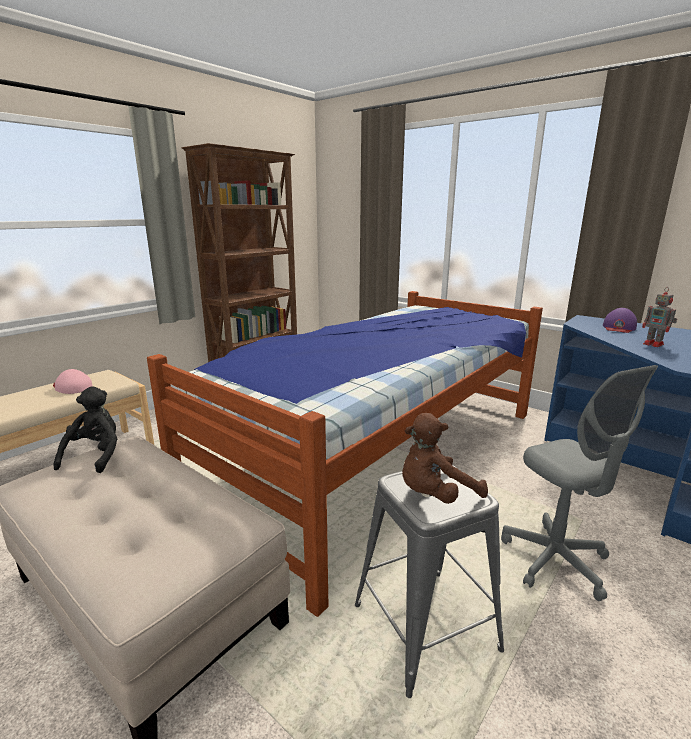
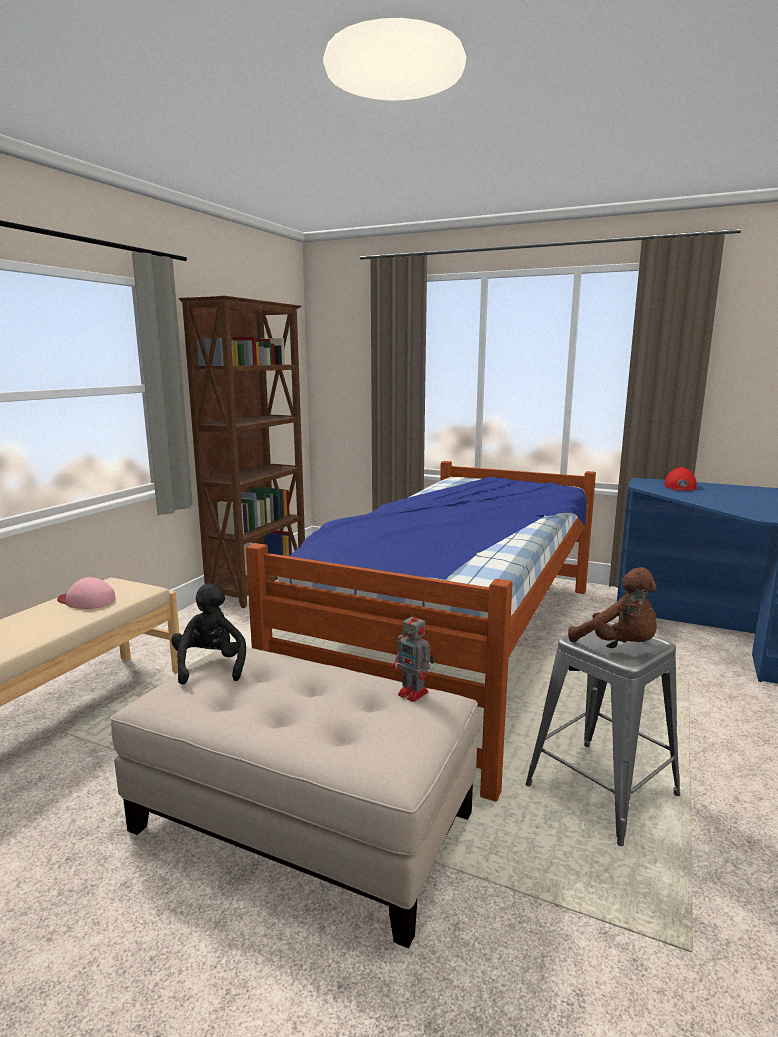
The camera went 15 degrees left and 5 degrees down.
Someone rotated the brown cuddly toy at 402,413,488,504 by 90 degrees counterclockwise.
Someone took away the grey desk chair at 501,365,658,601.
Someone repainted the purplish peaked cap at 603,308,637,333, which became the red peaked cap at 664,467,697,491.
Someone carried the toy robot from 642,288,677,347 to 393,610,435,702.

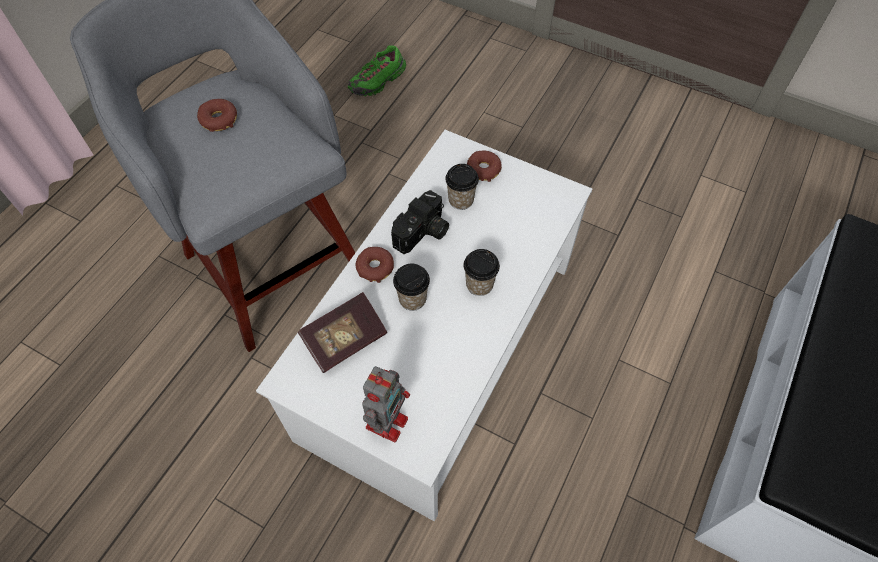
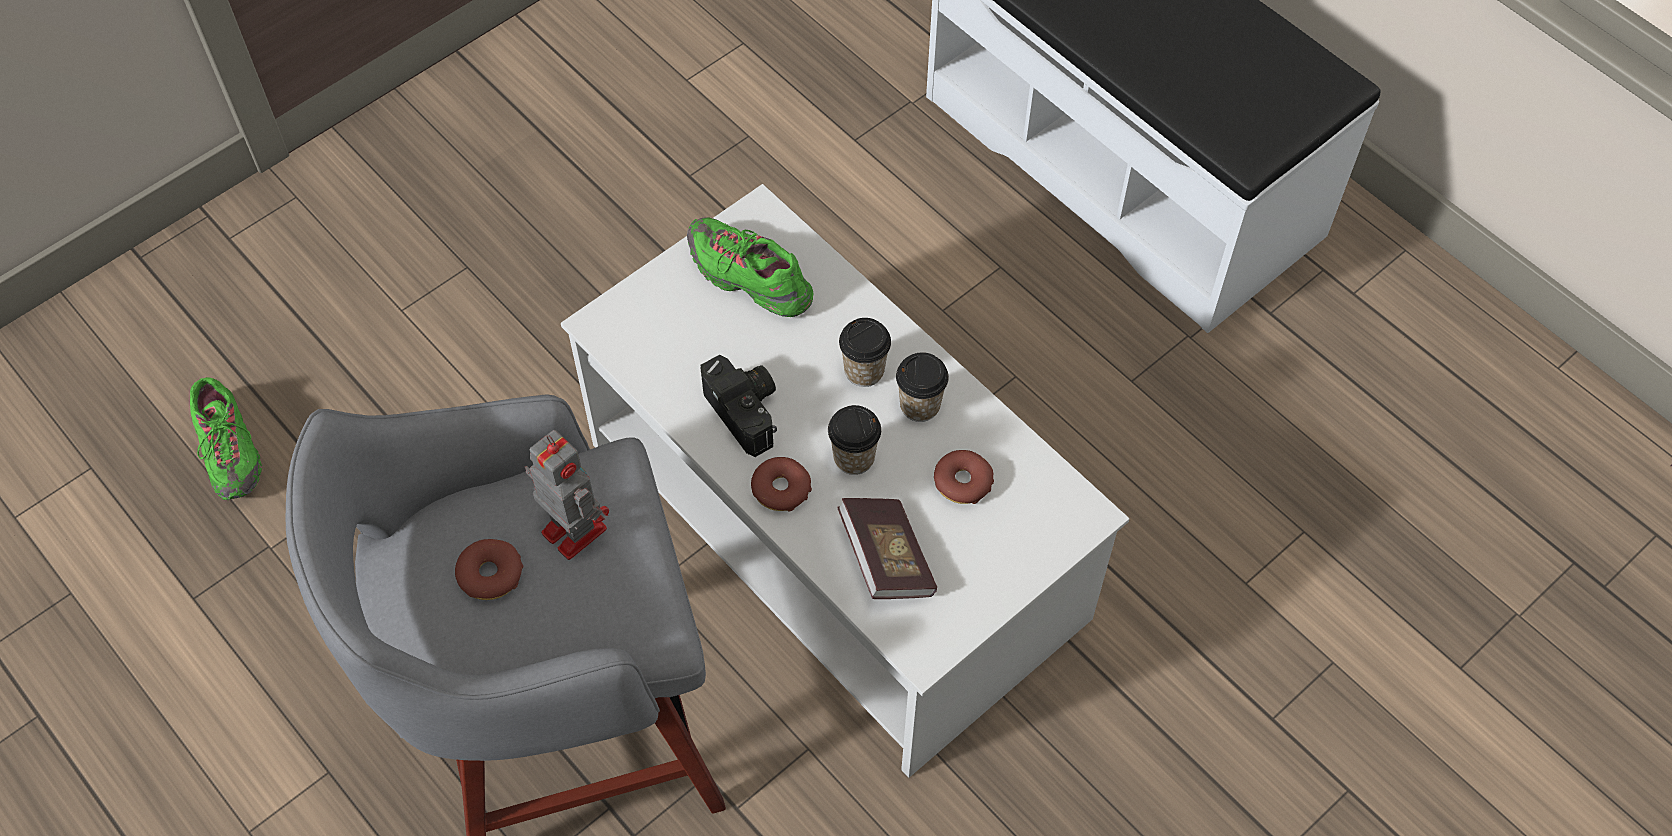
The camera went 70 degrees left and 0 degrees up.
Someone carried the toy robot from 362,366,410,442 to 525,430,609,560.
Someone carried the cup from 445,164,479,210 to 896,352,949,422.
Someone carried the donut from 467,151,502,182 to 934,450,994,504.
Someone put down the green low shoe at 687,217,813,317.

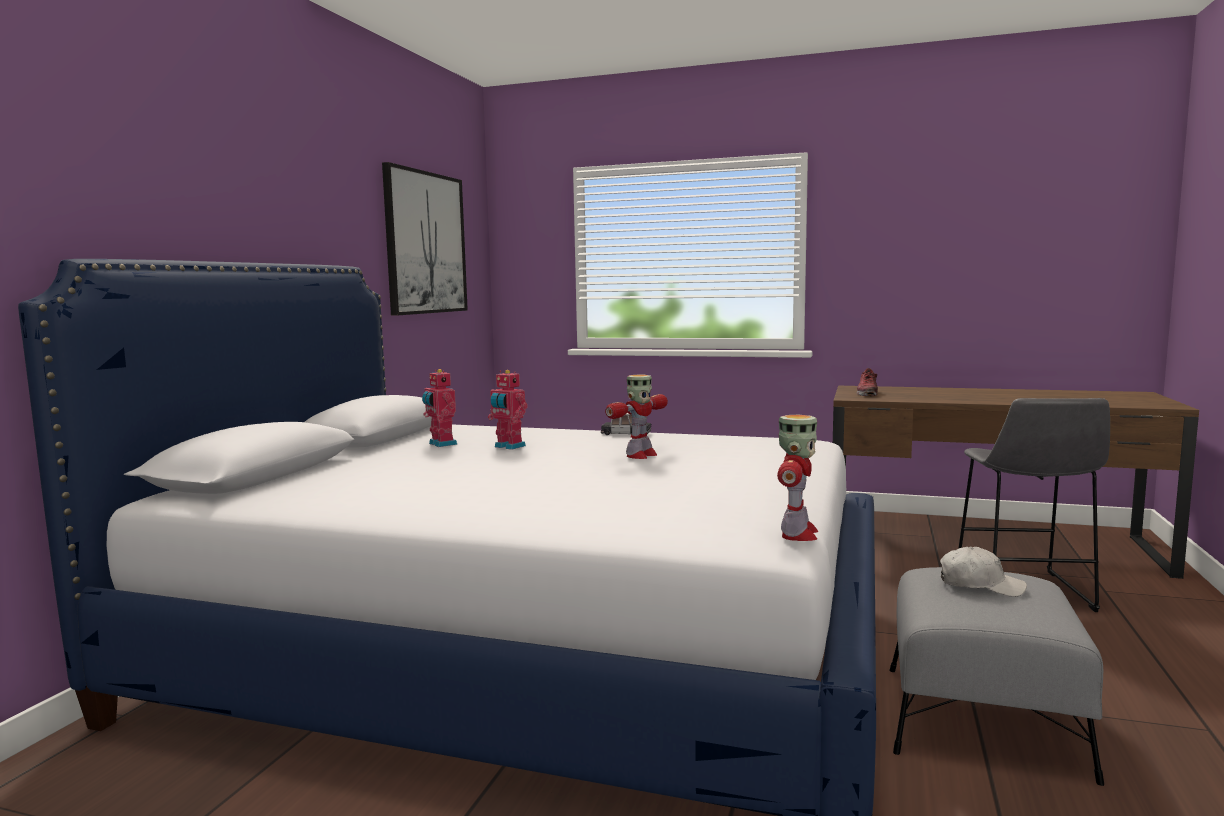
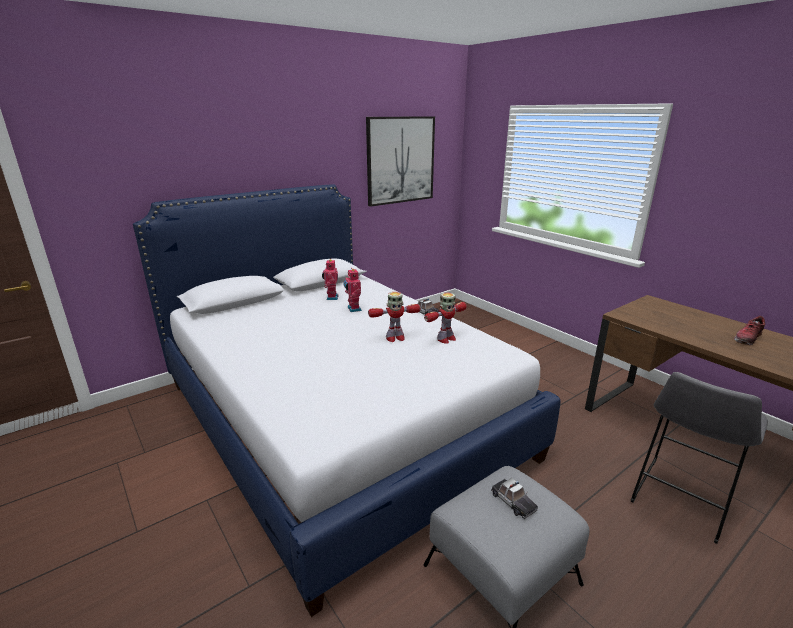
The camera went 35 degrees right and 15 degrees up.
Someone carried the toy robot from 777,415,818,541 to 424,293,467,344.
Someone carried the low shoe from 856,368,878,396 to 734,316,765,345.
Someone swapped the white peaked cap at 940,547,1027,597 for the model car at 491,478,538,519.

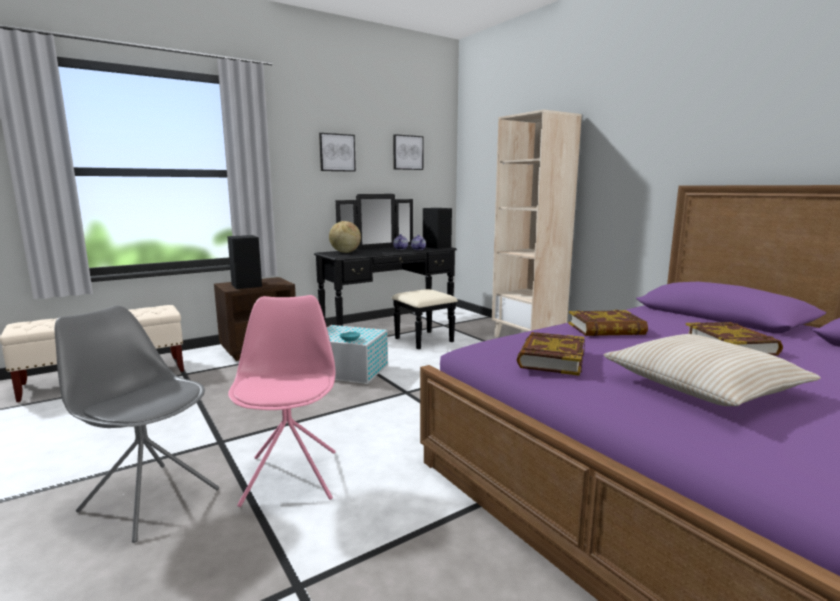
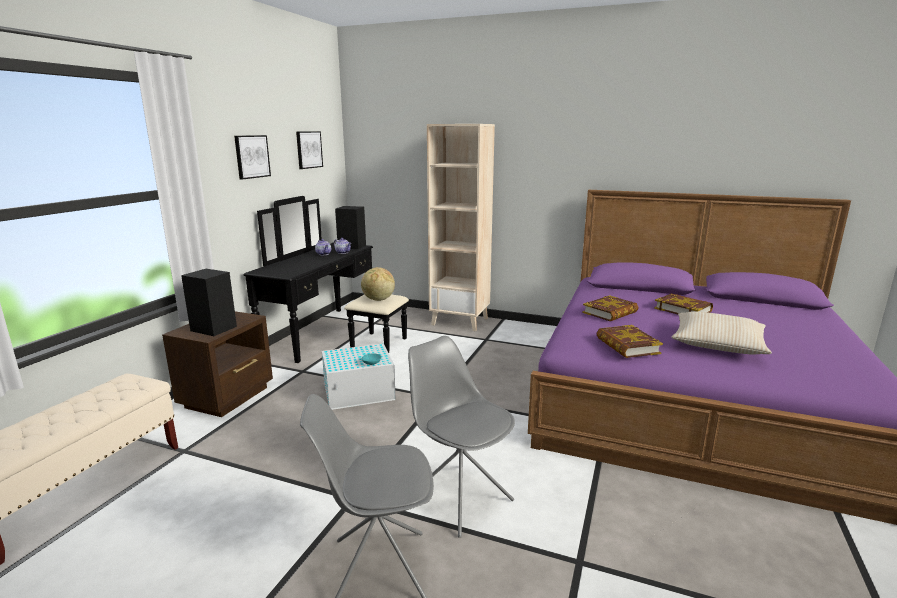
The camera went 35 degrees left and 5 degrees up.
Someone repainted the pink-coloured chair at 228,295,336,507, which became the grey chair at 408,336,515,538.
Someone carried the world globe from 329,221,361,253 to 361,267,395,301.

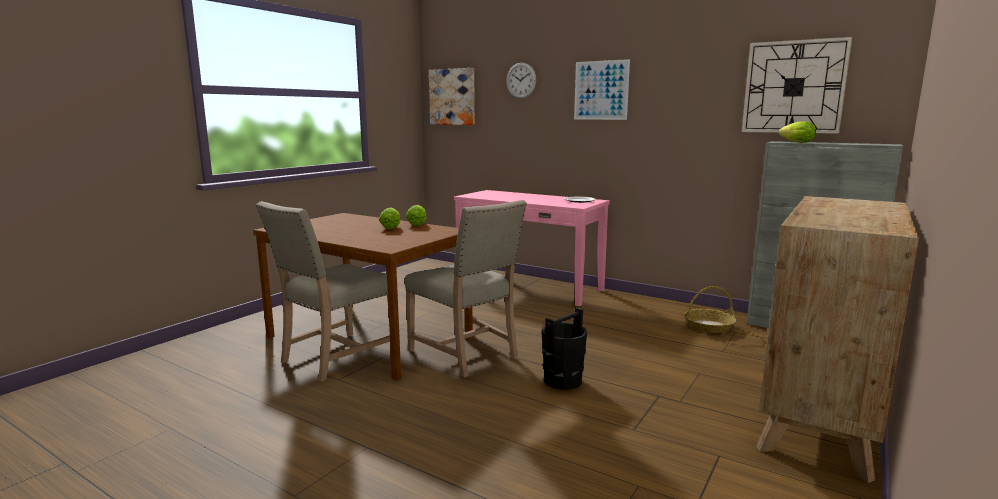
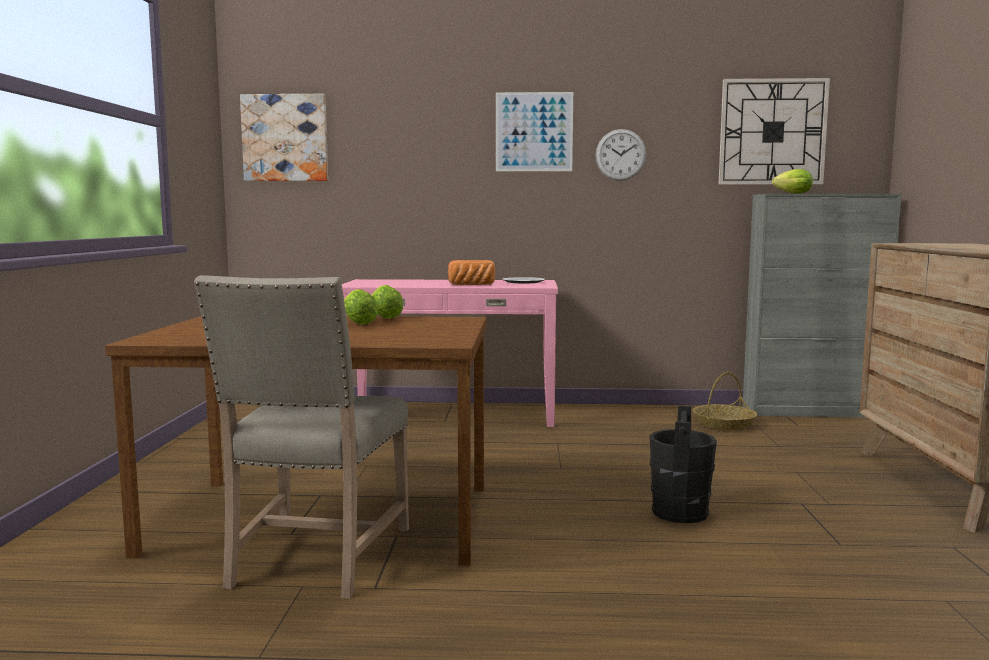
The camera went 30 degrees left and 5 degrees down.
Someone took away the sand-coloured chair at 405,200,527,378.
Someone carried the wall clock from 506,63,536,98 to 595,129,646,181.
Someone put down the bakery bread at 448,260,495,285.

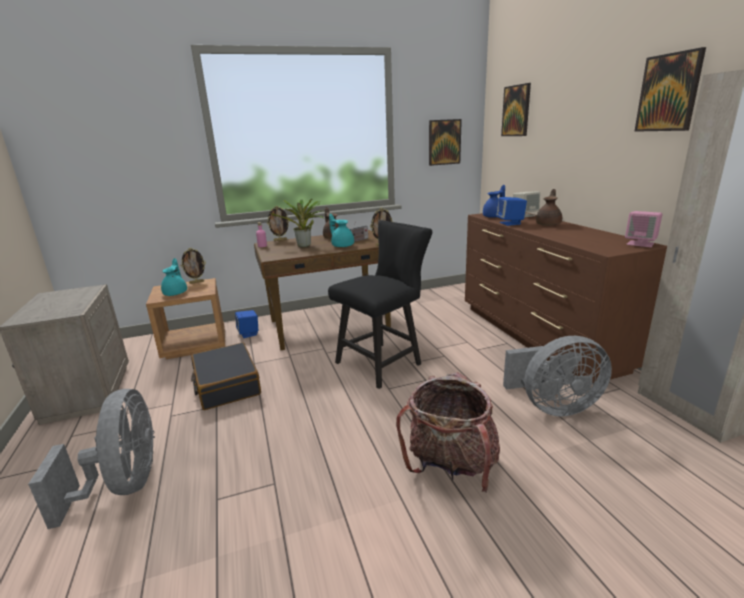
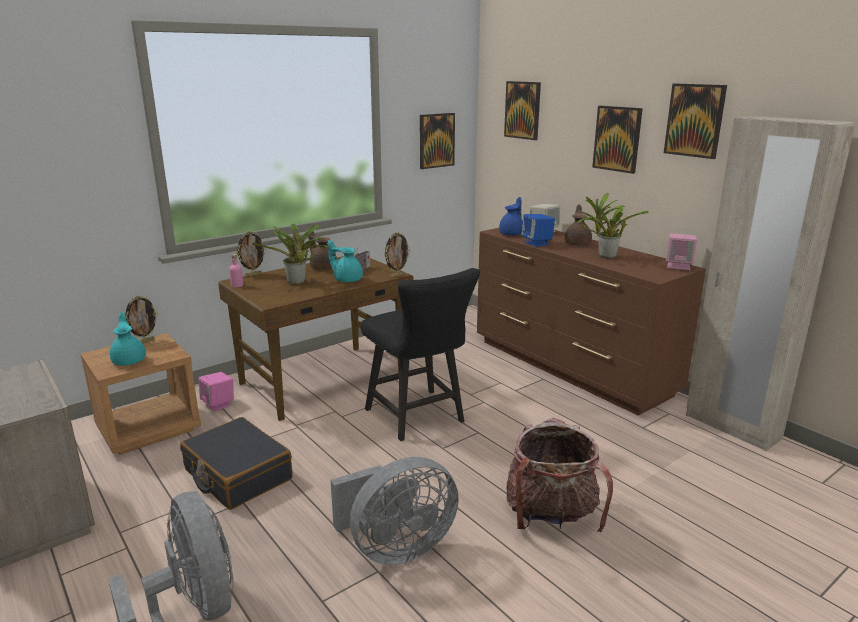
The camera went 20 degrees left and 0 degrees up.
Someone repainted the blue-coloured speaker at 235,310,258,338, which became the pink-coloured speaker at 199,372,234,411.
Someone rotated the black-coloured chair at 328,220,432,389 by 120 degrees clockwise.
Someone carried the grey electric fan from 503,336,612,417 to 330,457,459,565.
Someone put down the houseplant at 577,193,649,259.
Someone put up the wall picture at 592,106,643,174.

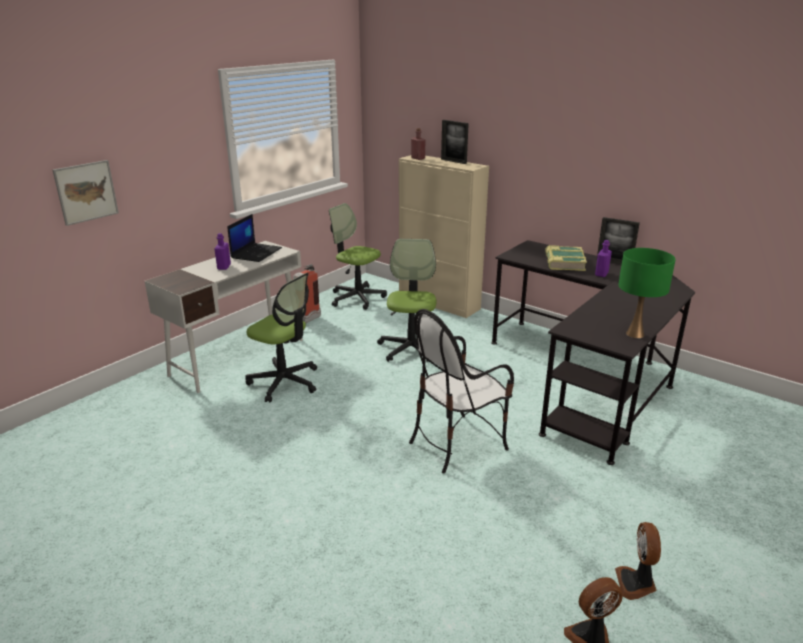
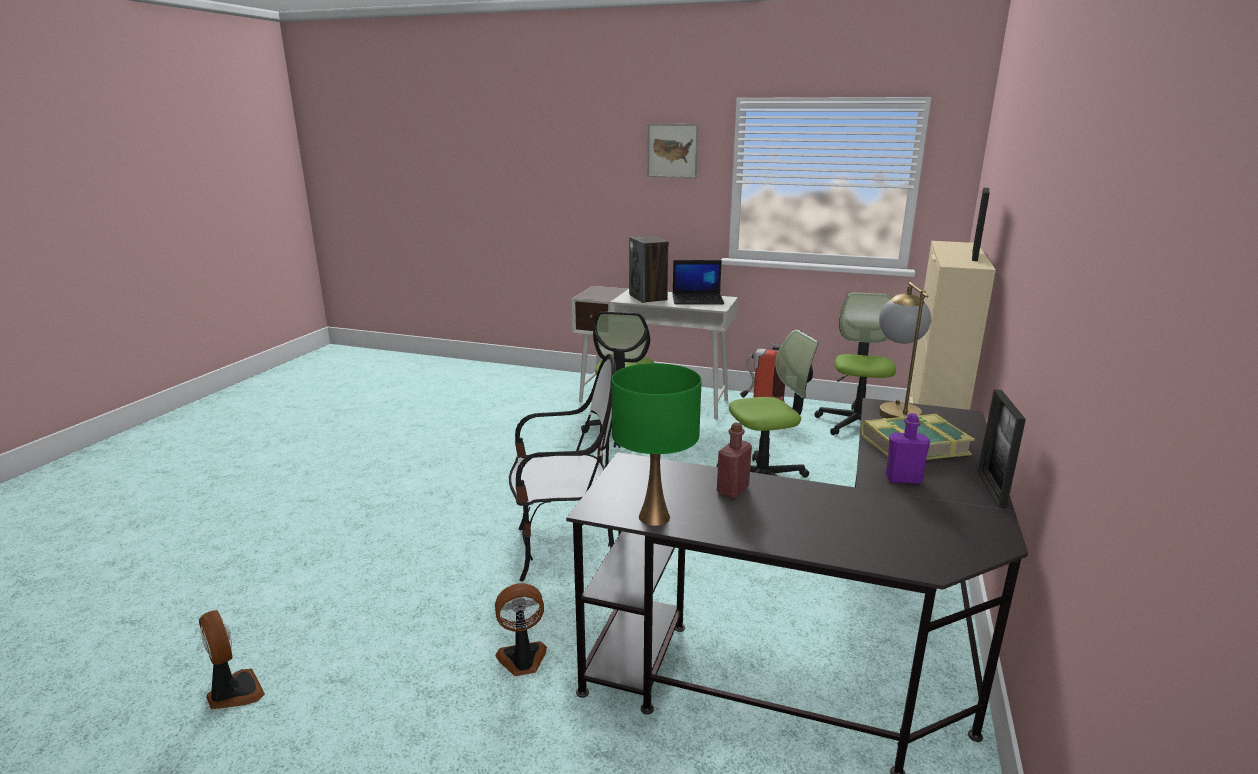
The camera went 70 degrees right and 5 degrees down.
Someone carried the wall picture from 53,160,119,226 to 647,124,699,178.
Someone swapped the purplish bottle at 214,233,231,270 for the speaker at 629,236,669,303.
Someone rotated the chair at 409,309,514,474 by 135 degrees clockwise.
Someone carried the red bottle from 411,128,426,160 to 717,422,752,498.
Someone carried the electric fan from 615,522,661,600 to 495,583,547,676.
Someone put down the lamp for a table at 879,282,931,418.

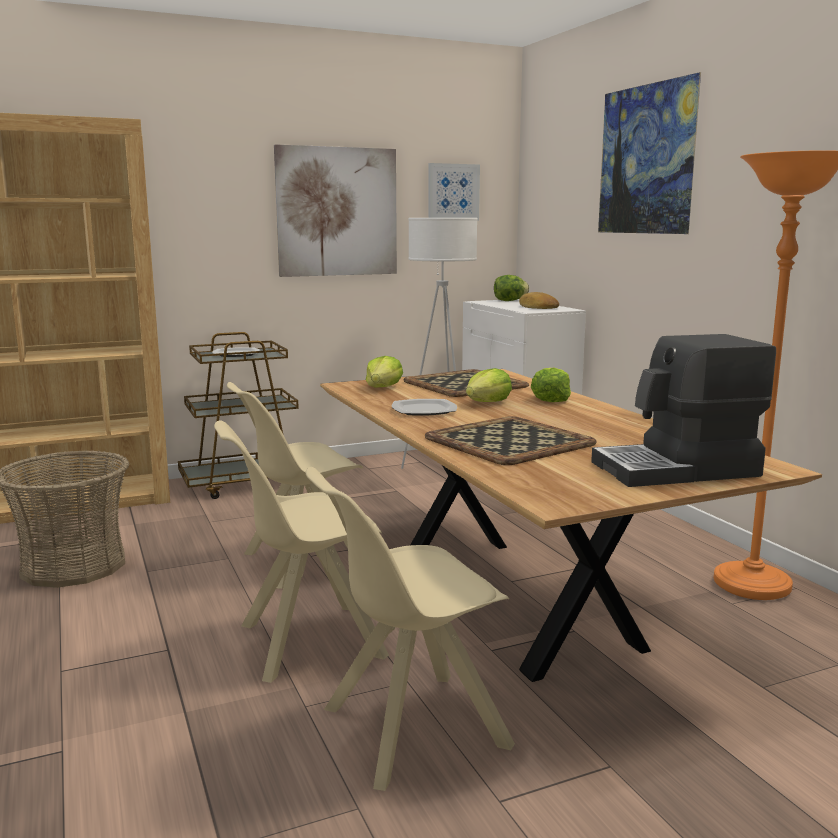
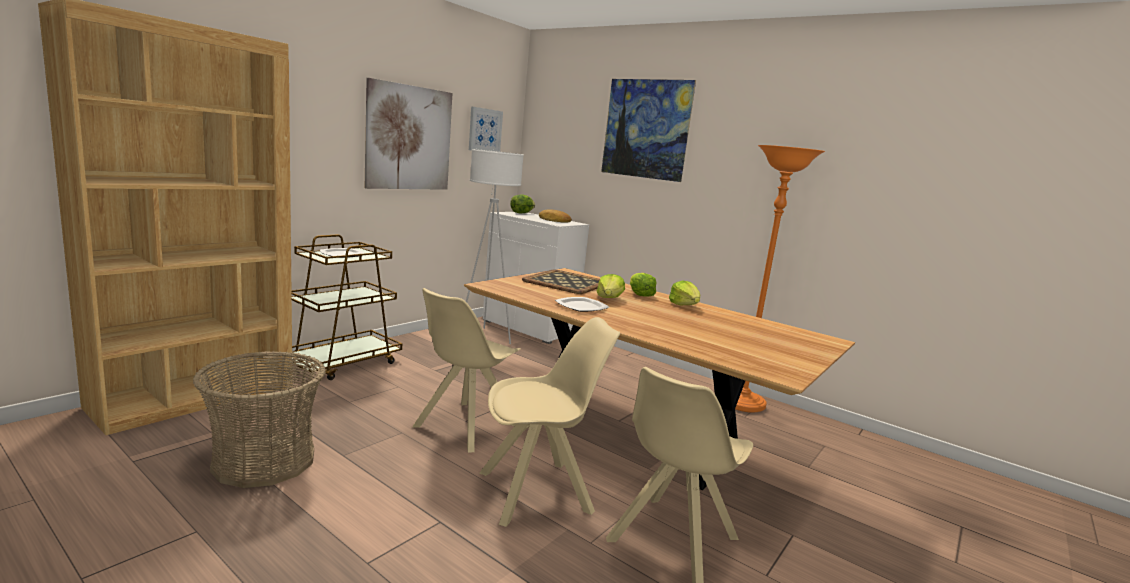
The camera went 30 degrees left and 0 degrees up.
Someone rotated the sand-coloured chair at 214,420,389,683 by 150 degrees counterclockwise.
Someone carried the head of lettuce from 366,356,403,388 to 669,280,700,305.
Someone took away the serving tray at 425,416,597,465.
Someone took away the coffee brewer at 591,334,776,487.

